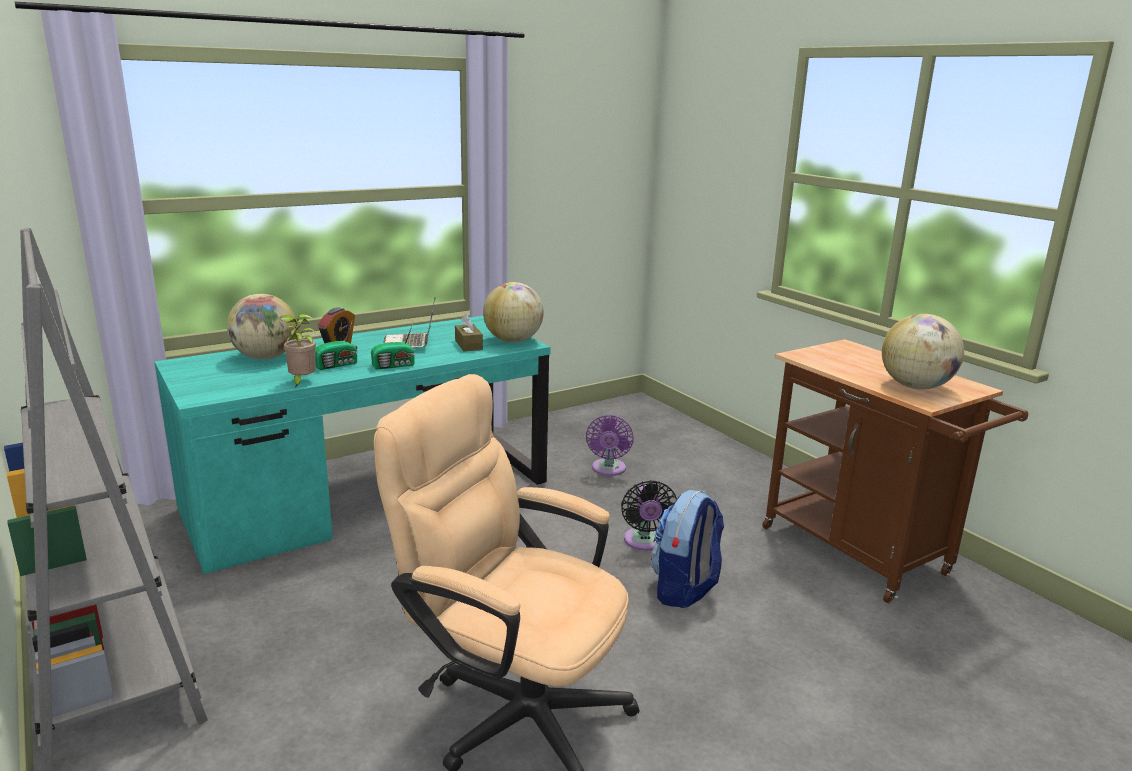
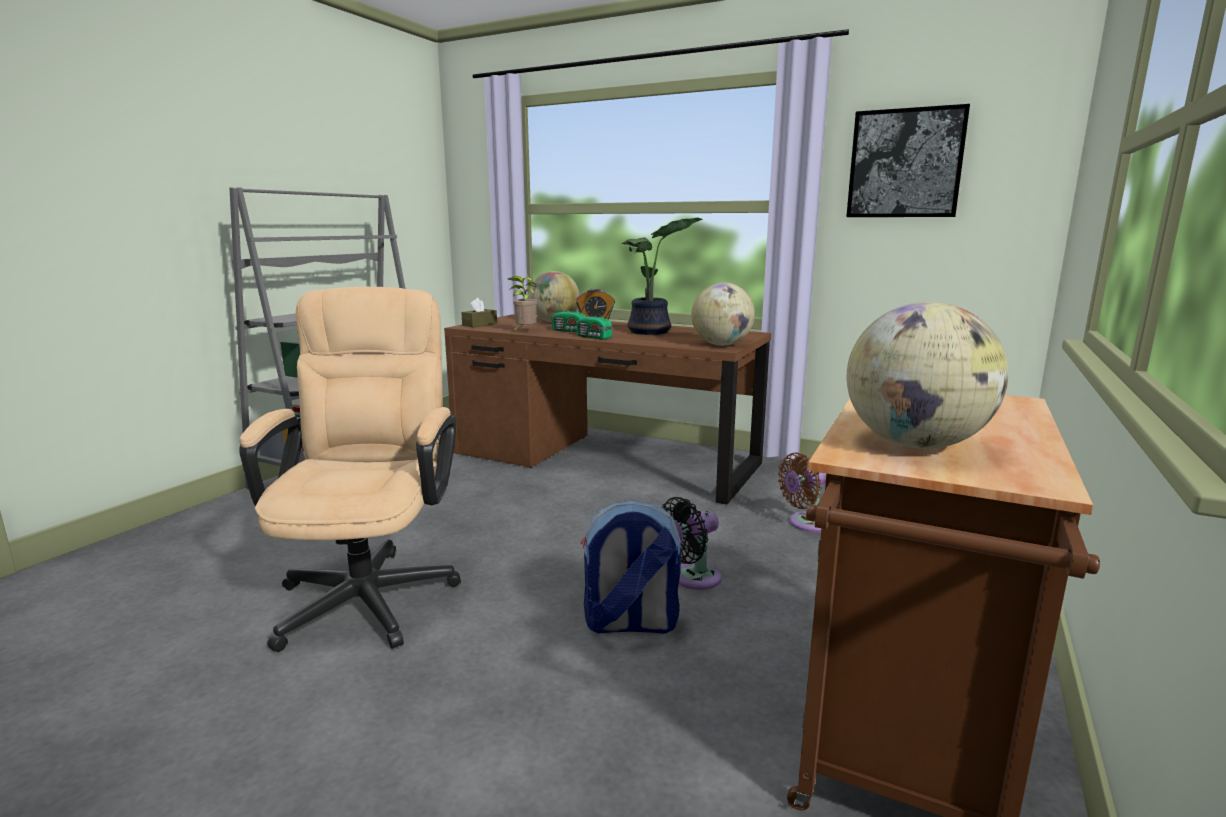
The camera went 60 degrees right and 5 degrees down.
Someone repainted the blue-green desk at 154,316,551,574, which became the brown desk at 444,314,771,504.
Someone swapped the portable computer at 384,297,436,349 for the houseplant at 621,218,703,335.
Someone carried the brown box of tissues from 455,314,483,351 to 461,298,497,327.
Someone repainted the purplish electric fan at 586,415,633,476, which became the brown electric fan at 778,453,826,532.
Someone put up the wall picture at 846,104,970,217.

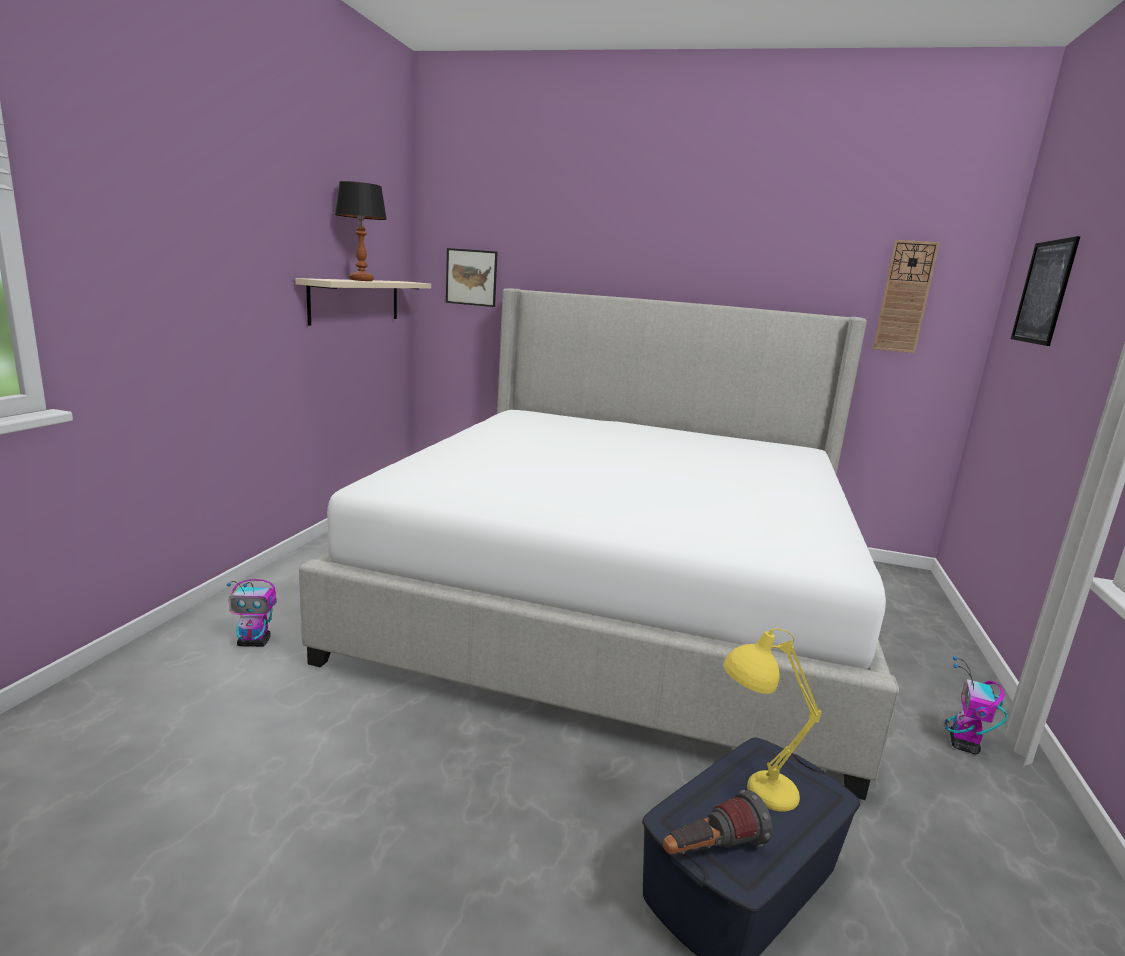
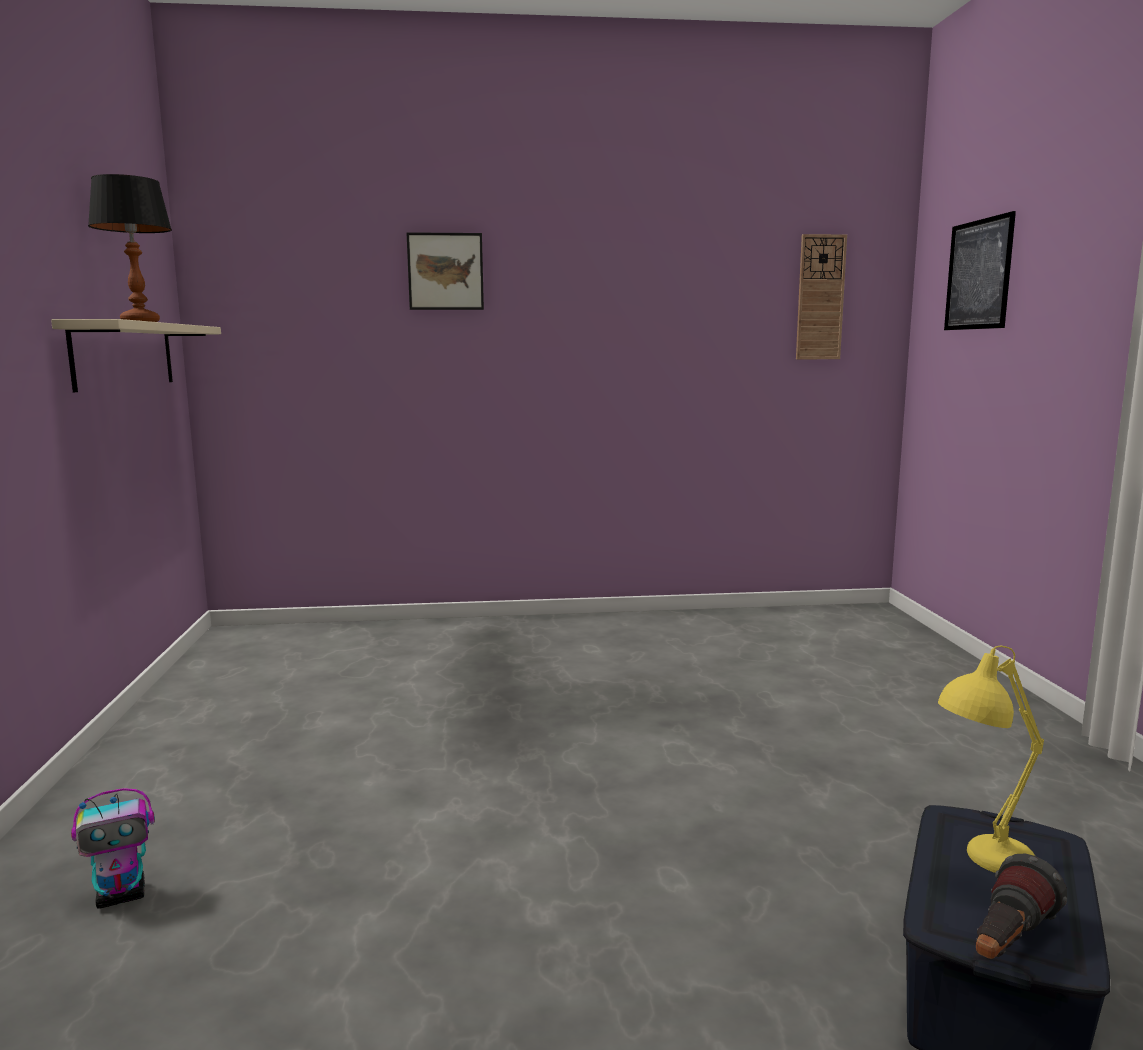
The camera went 20 degrees left and 5 degrees down.
Someone took away the bedroom bed at 299,289,899,800.
Someone carried the wall picture from 446,248,497,307 to 407,232,484,310.
Someone took away the toy robot at 944,656,1008,754.

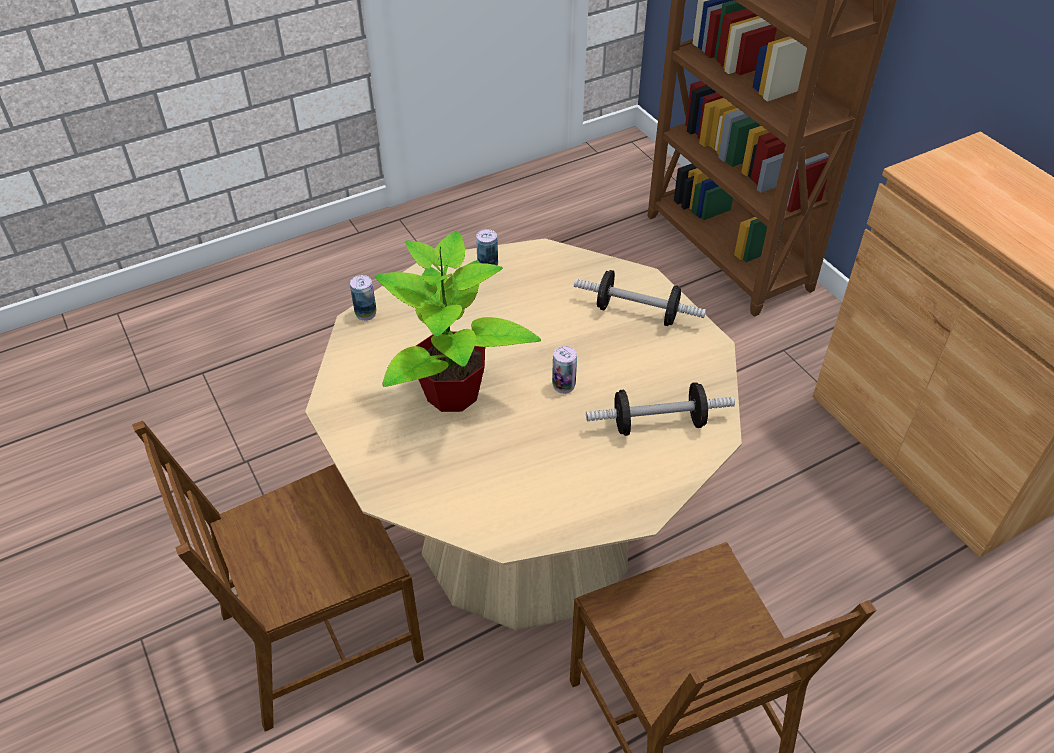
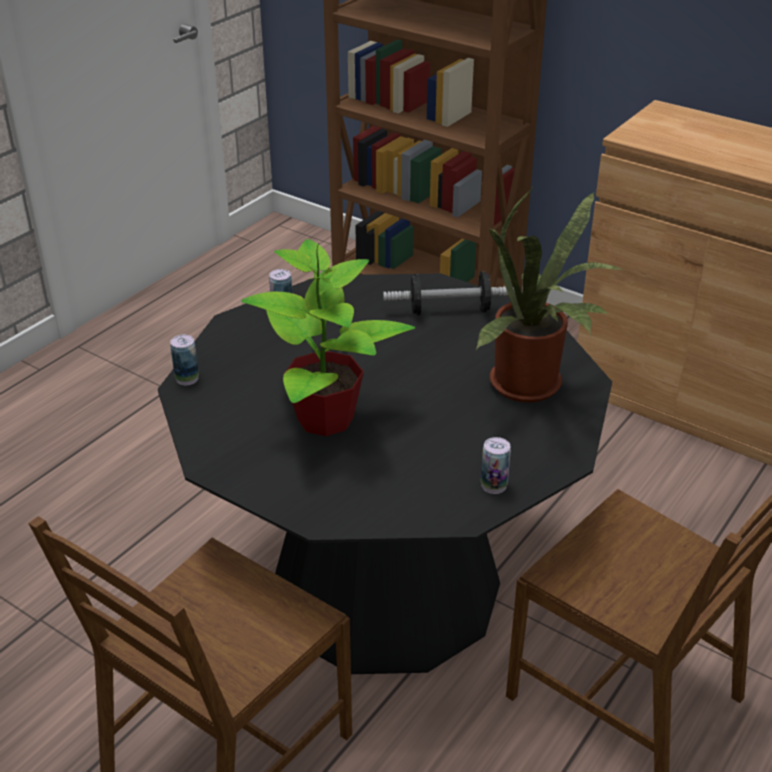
The camera went 25 degrees left and 10 degrees down.
Someone repainted the sand-coloured dining table at 305,238,742,630, which became the black-coloured dining table at 158,274,612,674.
Someone carried the can from 552,346,577,394 to 481,437,511,494.
Someone swapped the hand weight at 586,382,735,436 for the houseplant at 476,187,624,403.

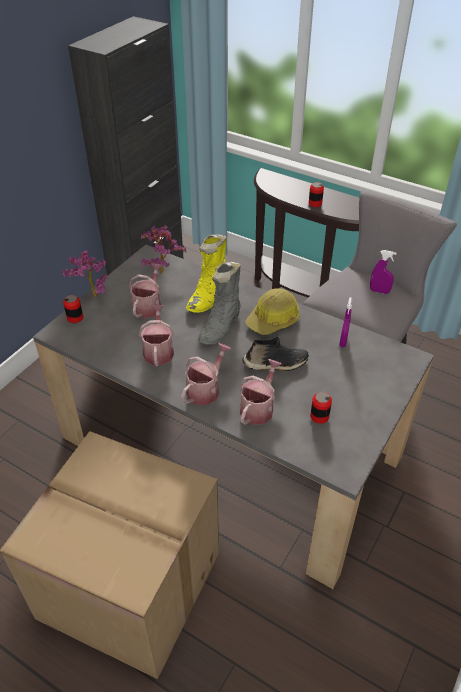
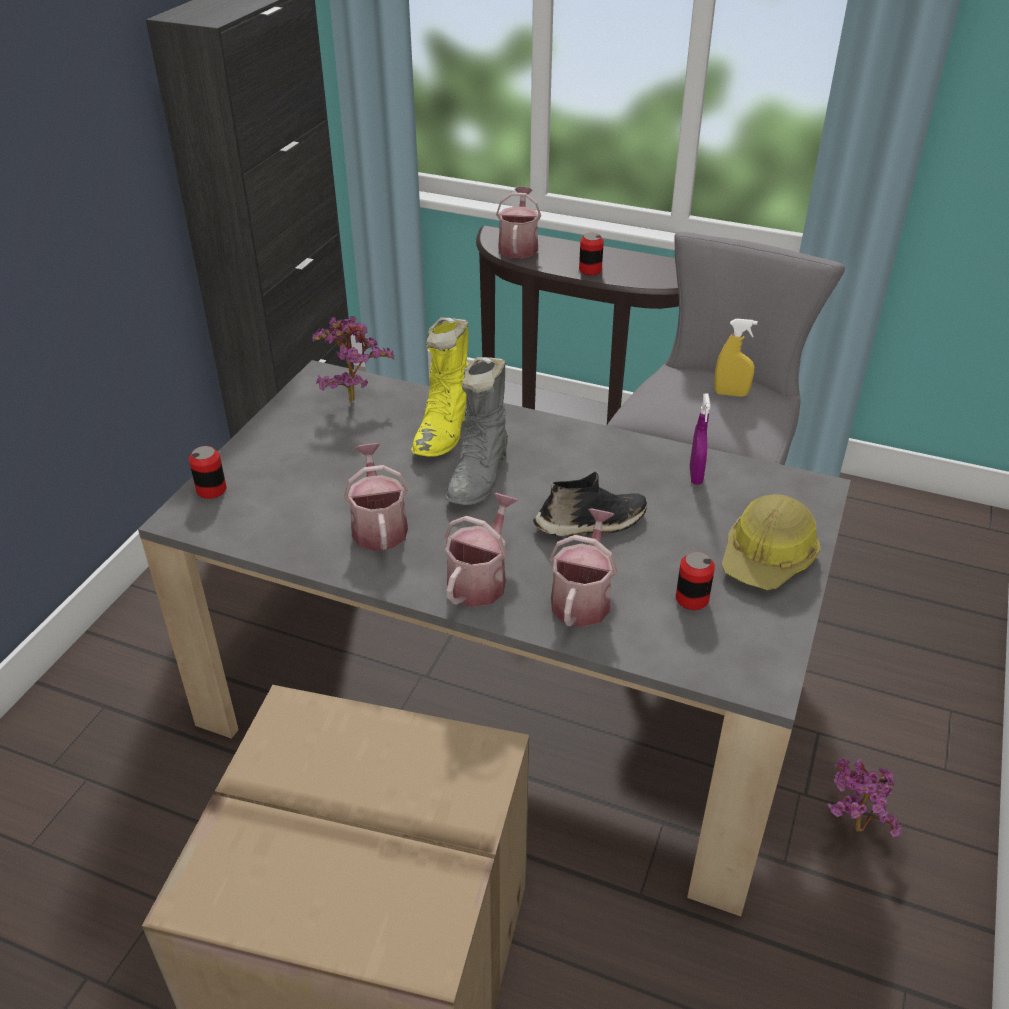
The camera went 10 degrees left and 5 degrees down.
Someone carried the houseplant from 62,251,108,297 to 827,758,902,838.
Someone carried the watering pot from 129,263,163,319 to 496,186,541,258.
Someone carried the work helmet from 246,288,300,335 to 722,494,821,590.
Someone repainted the purplish hand sprayer at 370,250,397,294, which became the yellowish hand sprayer at 714,319,758,397.

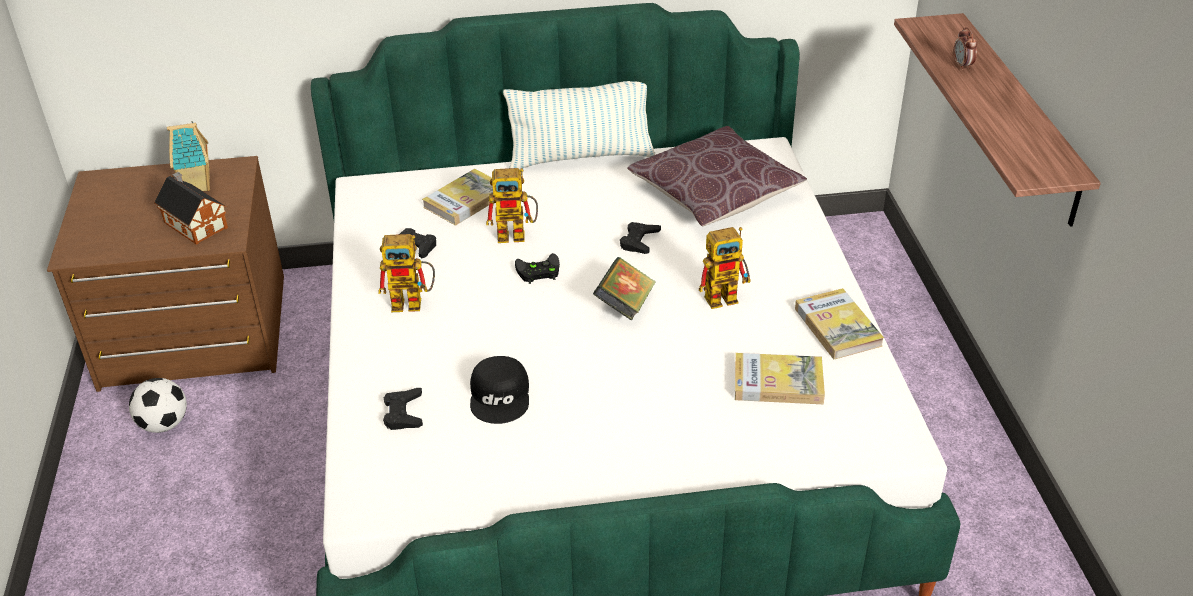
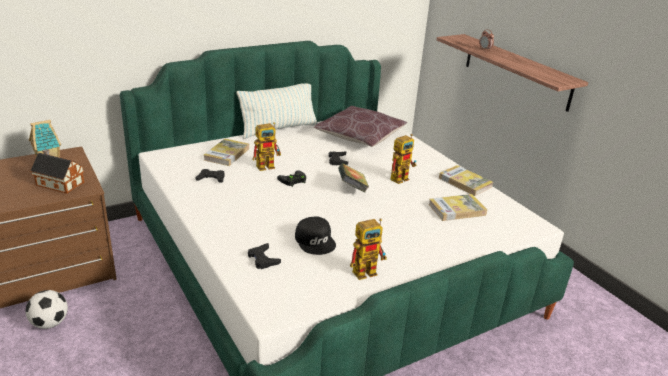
The camera went 25 degrees left and 10 degrees down.
Someone carried the toy robot from 378,234,435,312 to 350,218,387,280.

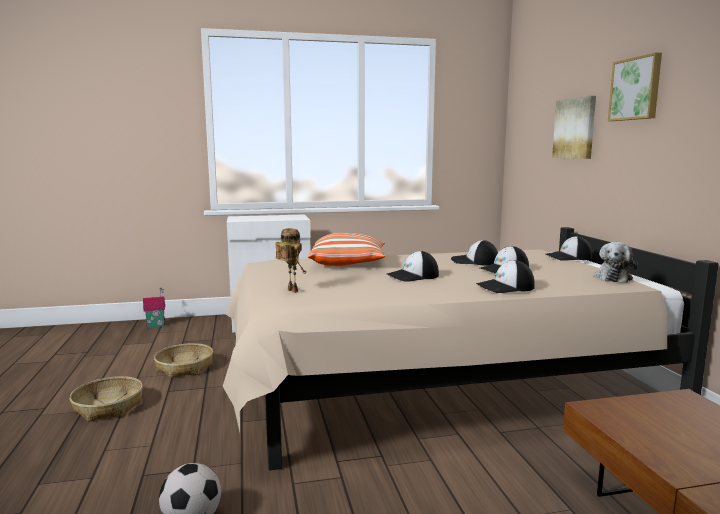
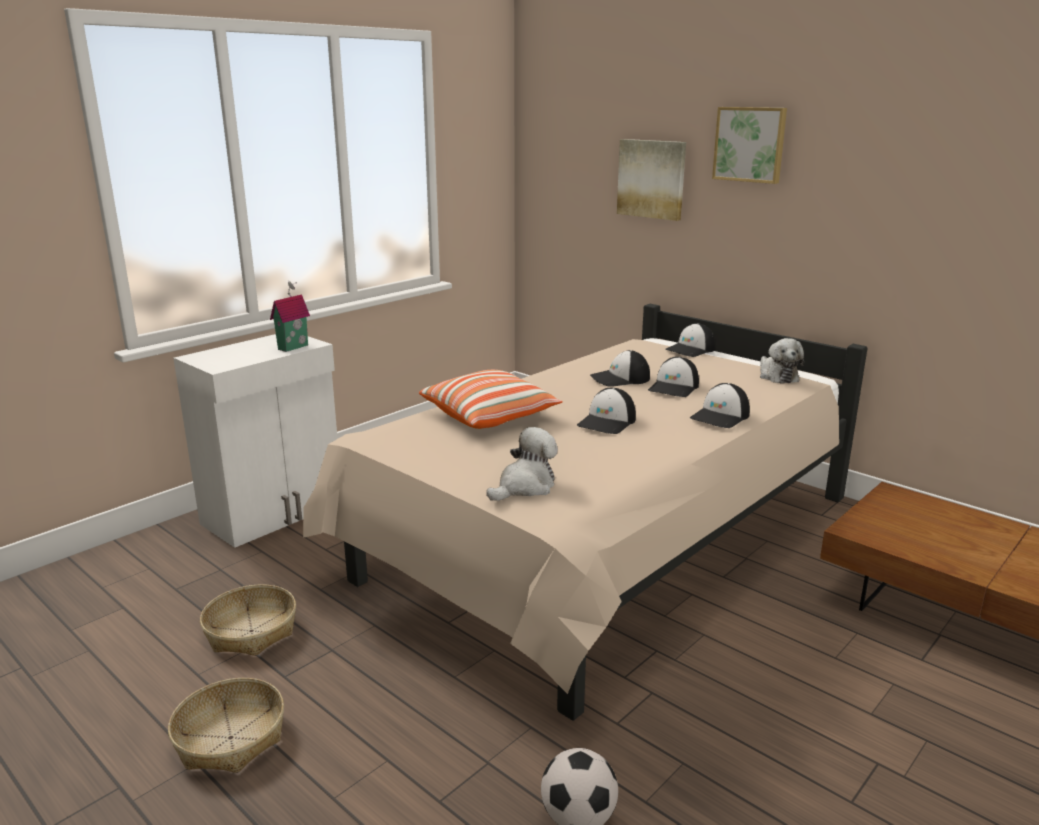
The camera went 35 degrees left and 10 degrees up.
Someone carried the toy house from 143,287,166,328 to 270,281,310,352.
Someone swapped the toy robot at 275,228,306,293 for the cuddly toy at 486,427,558,501.

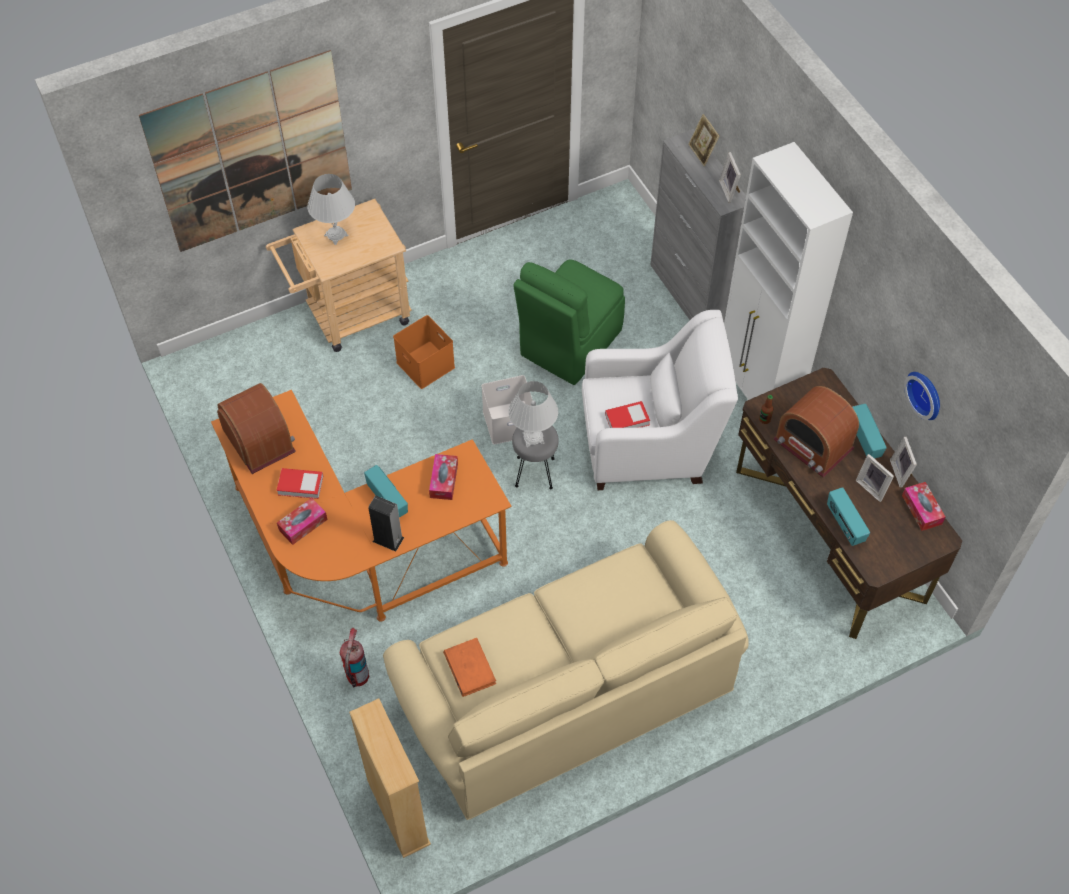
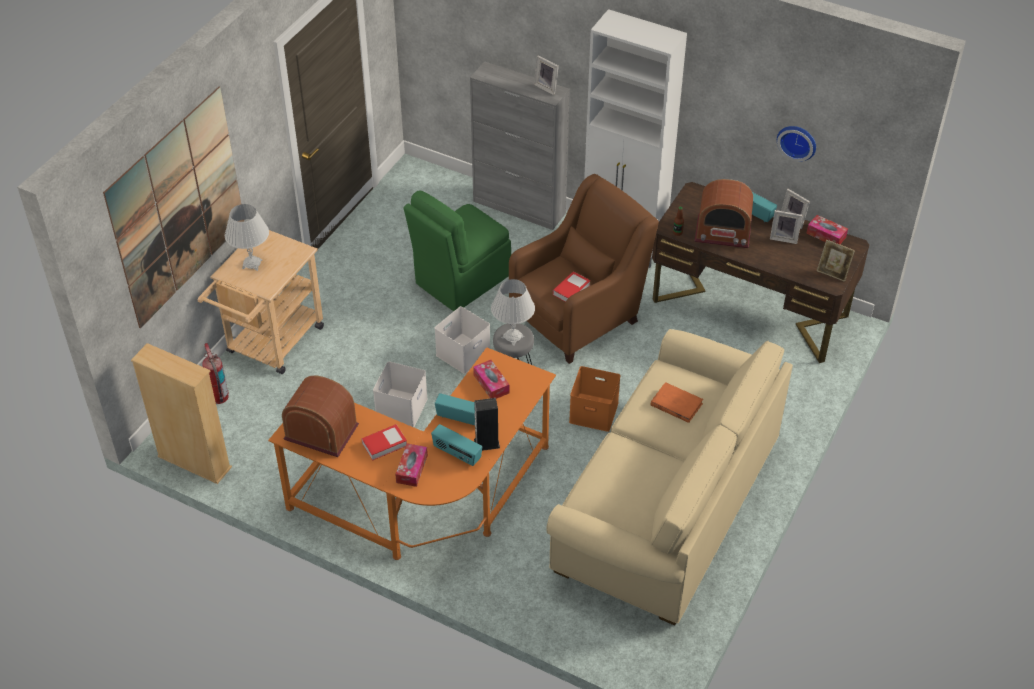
The camera went 35 degrees left and 10 degrees down.
Someone carried the fire-fighting cylinder from 340,628,370,688 to 202,343,229,404.
Someone carried the sand-coloured bookcase from 349,698,431,858 to 131,343,232,484.
Someone carried the orangey storage container from 393,315,455,389 to 569,366,620,432.
Someone carried the orangey book from 443,638,496,697 to 650,382,703,423.
Someone rotated the green chair at 513,259,625,385 by 45 degrees clockwise.
Someone repainted the white easy chair at 582,310,738,490, which became the brown easy chair at 509,174,659,364.
Someone carried the standing frame from 688,114,719,166 to 817,240,855,282.
Someone carried the radio set from 827,487,870,546 to 431,424,482,466.
Someone put down the white storage container at 373,362,428,427.

